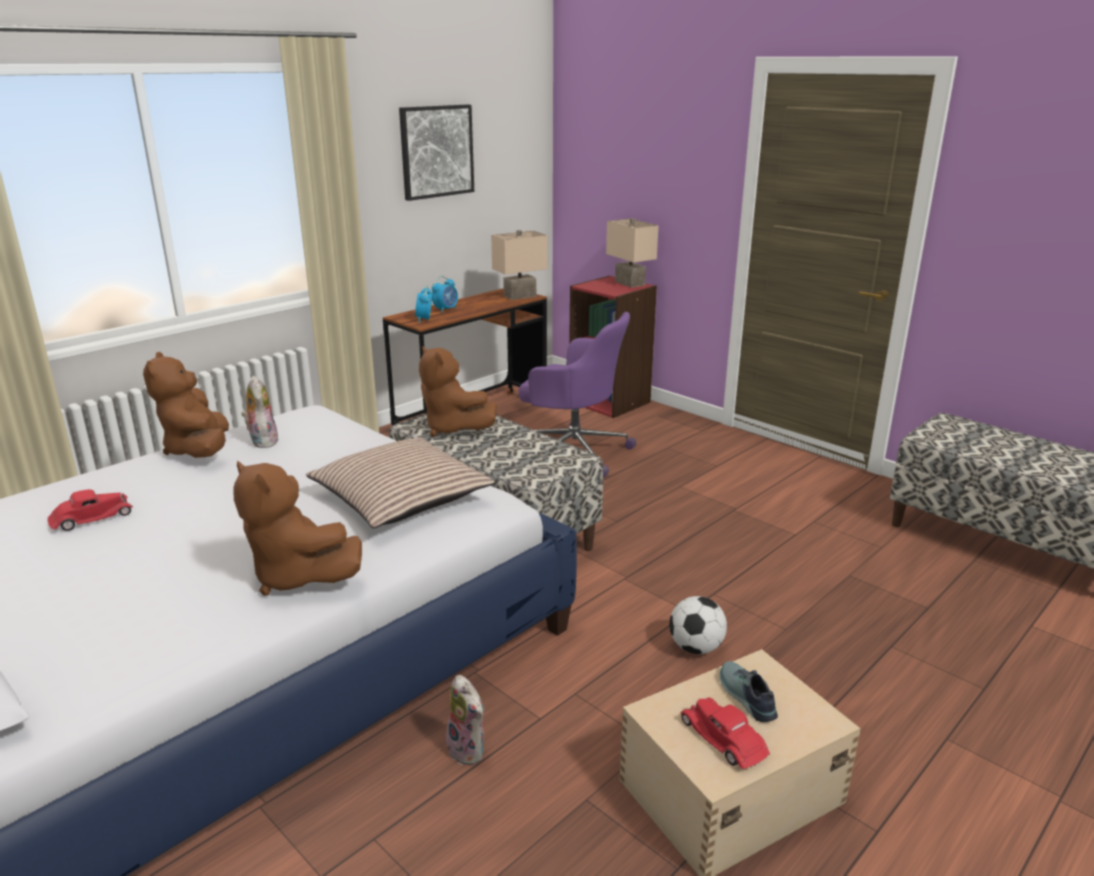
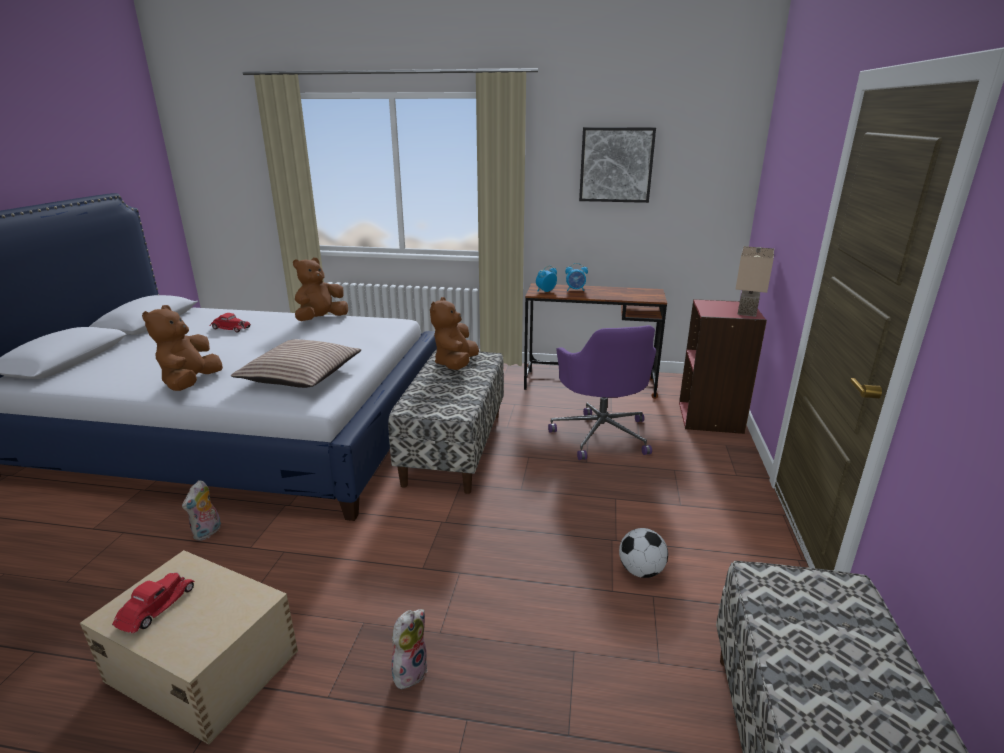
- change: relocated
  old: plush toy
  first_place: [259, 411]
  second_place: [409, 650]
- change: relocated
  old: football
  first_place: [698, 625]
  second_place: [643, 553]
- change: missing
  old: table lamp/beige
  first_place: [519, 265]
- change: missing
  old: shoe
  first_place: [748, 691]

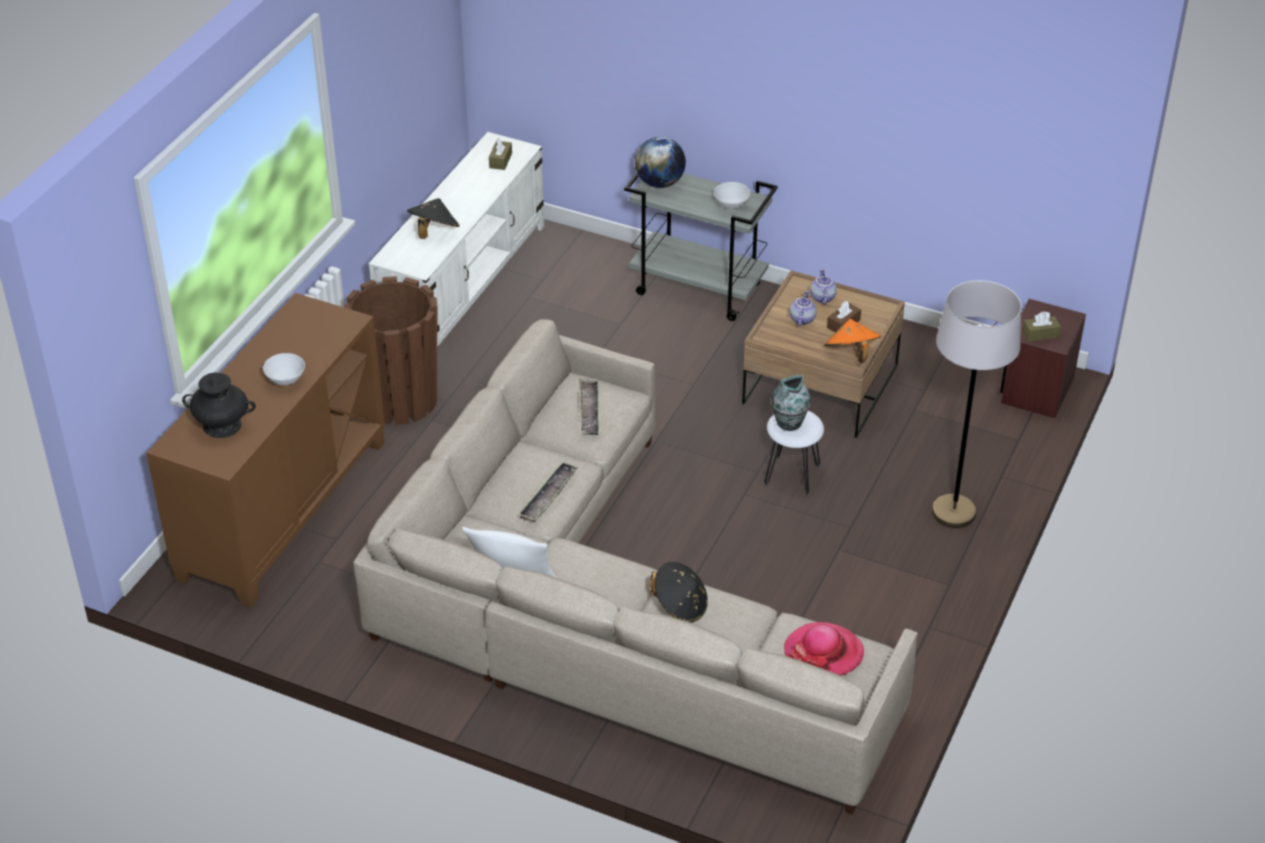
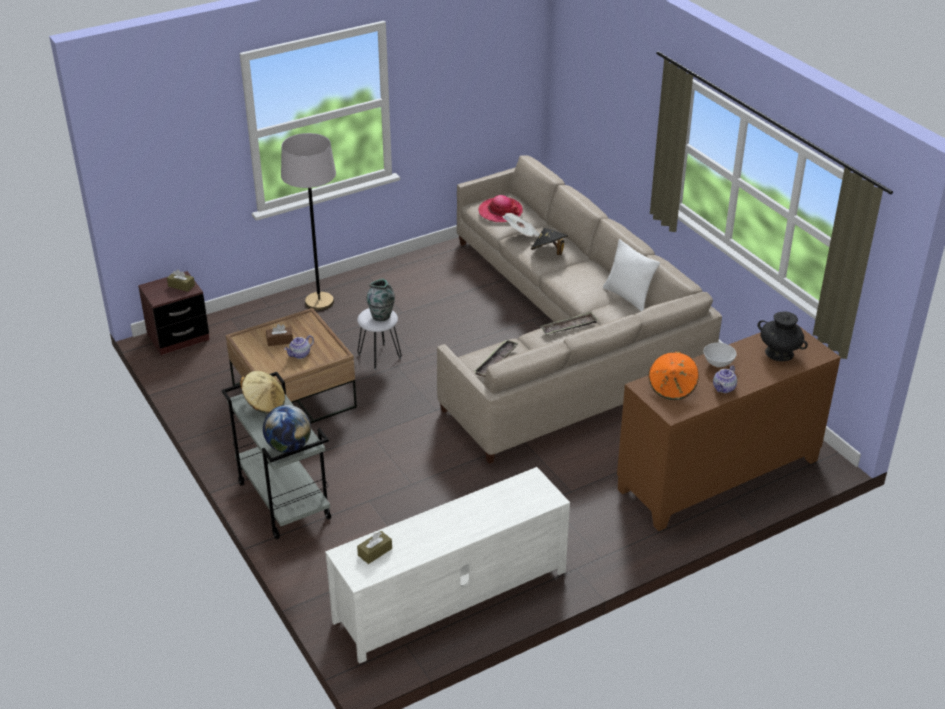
- change: exchanged
  old: bowl/white
  new: hat/beige
  first_place: [732, 196]
  second_place: [262, 392]
- change: appeared
  new: newspaper
  second_place: [521, 225]
- change: relocated
  old: hat/orange
  first_place: [853, 341]
  second_place: [674, 375]
- change: relocated
  old: teapot
  first_place: [823, 287]
  second_place: [725, 379]
- change: missing
  old: planter/brown
  first_place: [390, 350]
- change: missing
  old: hat/black
  first_place: [433, 218]

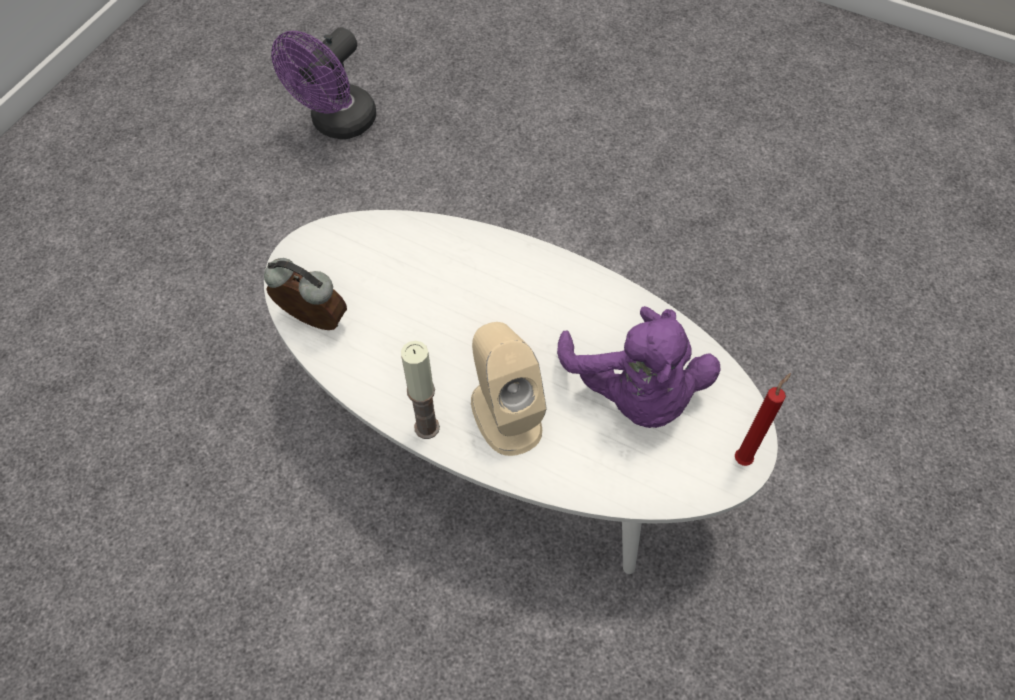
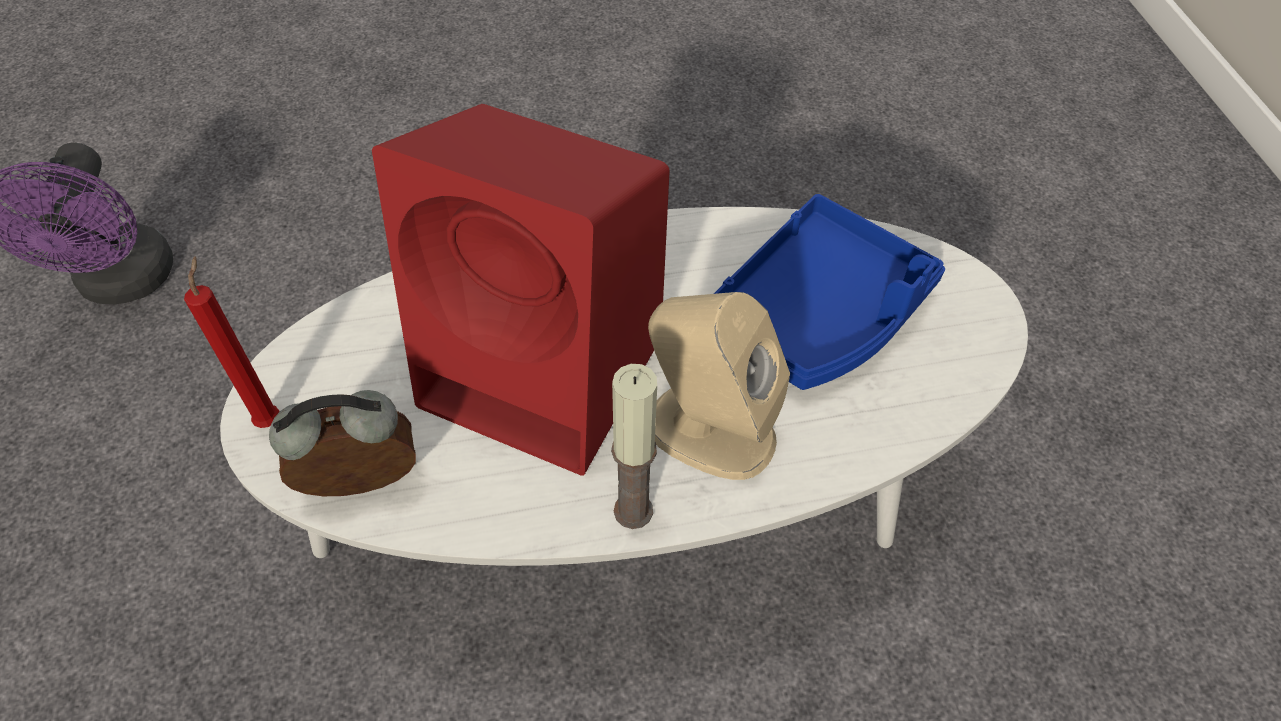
- change: relocated
  old: candle/red
  first_place: [763, 419]
  second_place: [232, 342]
- change: appeared
  new: speaker/red
  second_place: [521, 290]
- change: exchanged
  old: plush toy/purple
  new: tray/blue
  first_place: [638, 367]
  second_place: [829, 292]

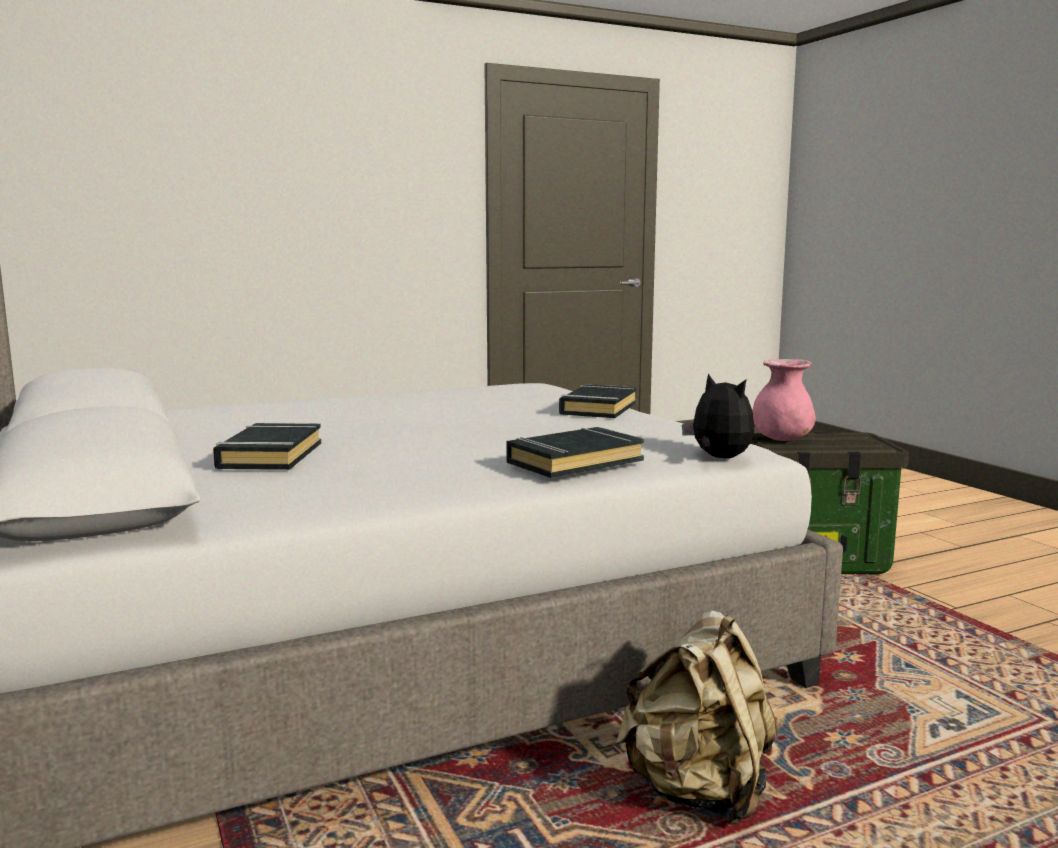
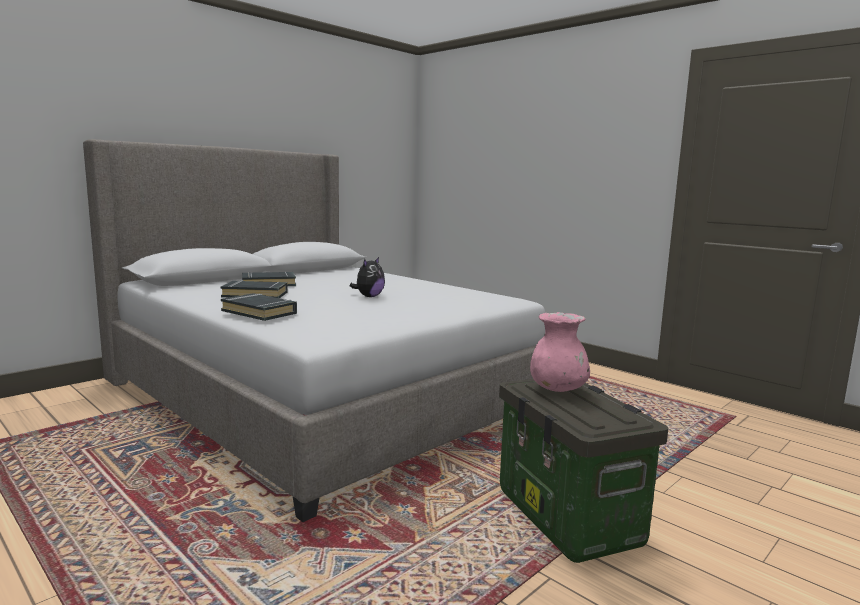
- change: relocated
  old: book/black
  first_place: [598, 401]
  second_place: [254, 289]
- change: relocated
  old: plush toy
  first_place: [718, 415]
  second_place: [367, 277]
- change: missing
  old: backpack/beige
  first_place: [696, 717]

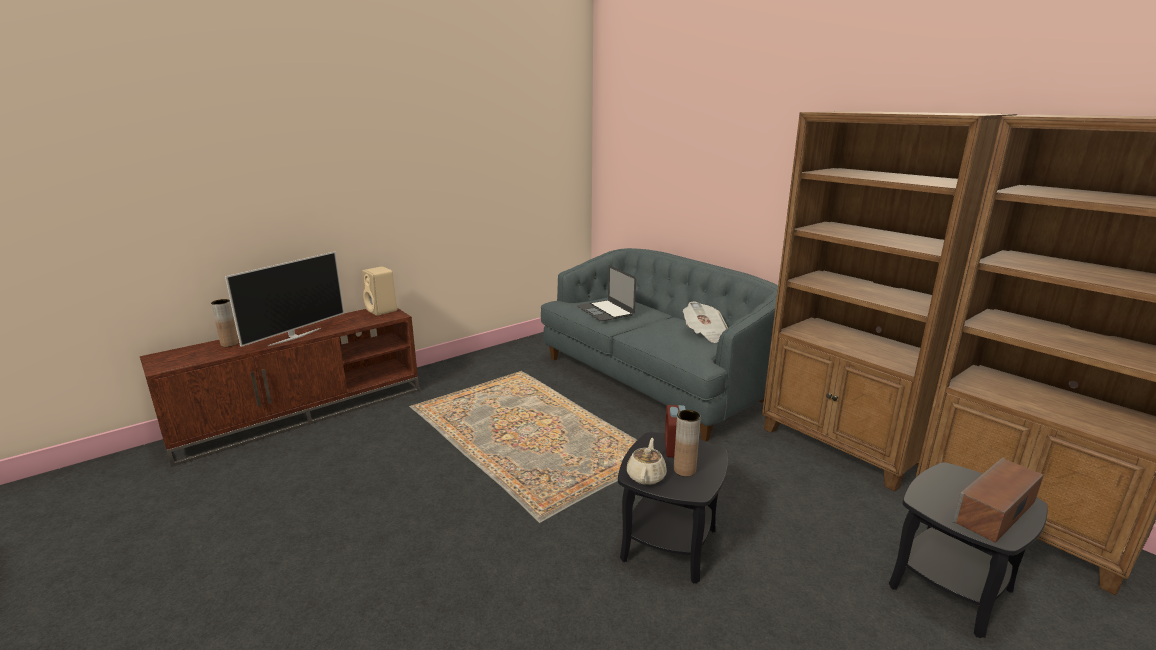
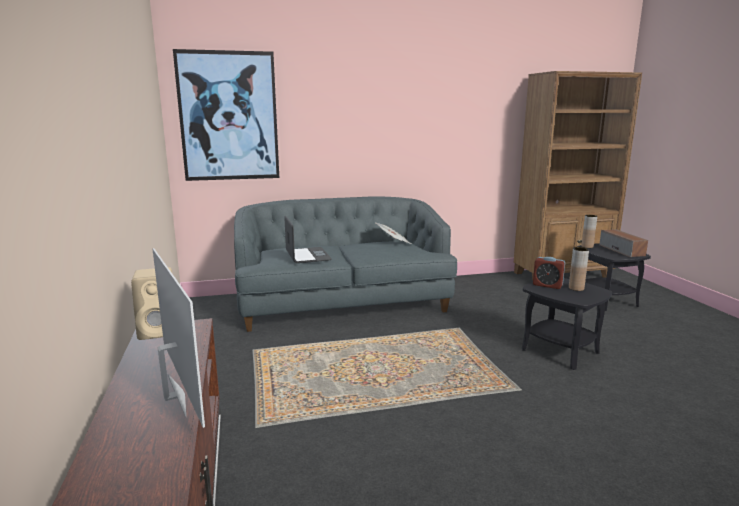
- change: appeared
  new: picture
  second_place: [226, 115]
- change: spun
  old: laptop
  first_place: [606, 293]
  second_place: [308, 239]
  degrees: -105
- change: relocated
  old: vase/brown
  first_place: [225, 323]
  second_place: [589, 231]
- change: missing
  old: teapot/beige
  first_place: [647, 461]
- change: missing
  old: bookcase/brown
  first_place: [889, 301]

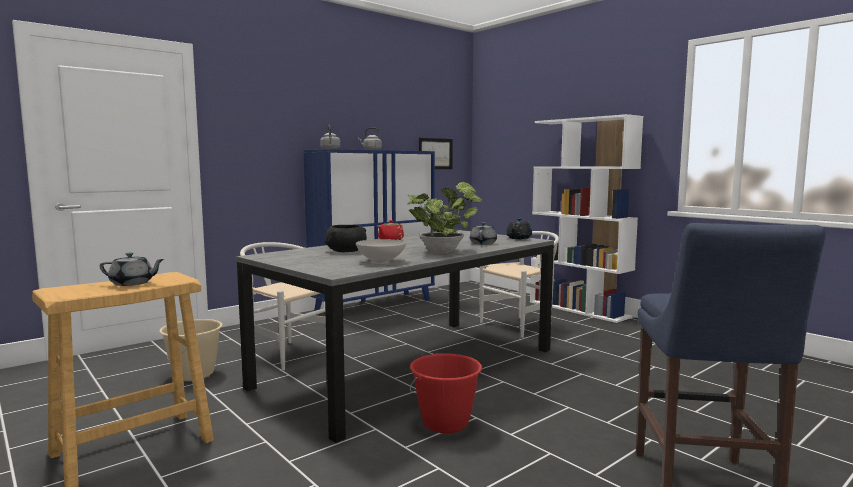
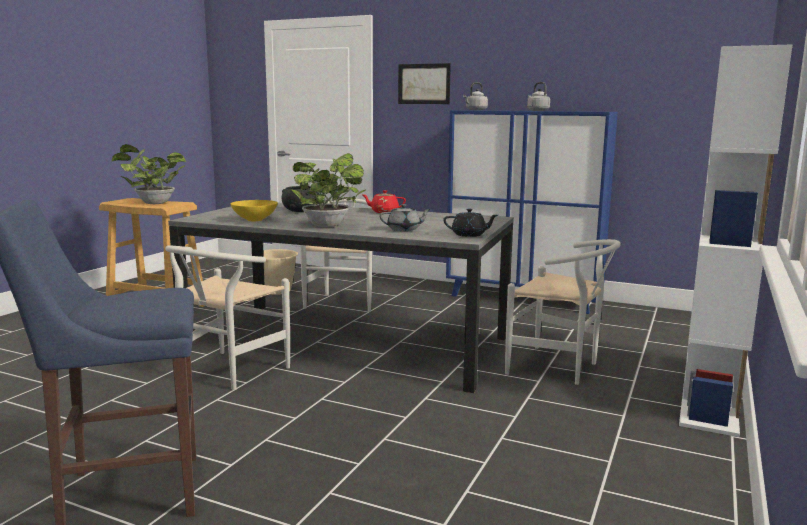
- change: exchanged
  old: teapot/grey
  new: potted plant
  first_place: [132, 269]
  second_place: [149, 174]
- change: exchanged
  old: bucket/red
  new: chair/white
  first_place: [446, 393]
  second_place: [227, 317]
- change: colour
  old: bowl/white
  new: bowl/yellow
  first_place: [381, 251]
  second_place: [254, 210]
- change: relocated
  old: picture
  first_place: [436, 153]
  second_place: [424, 83]

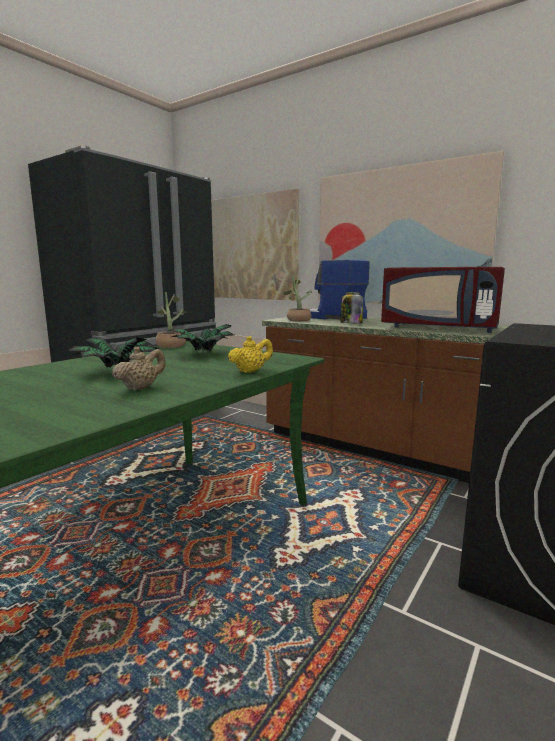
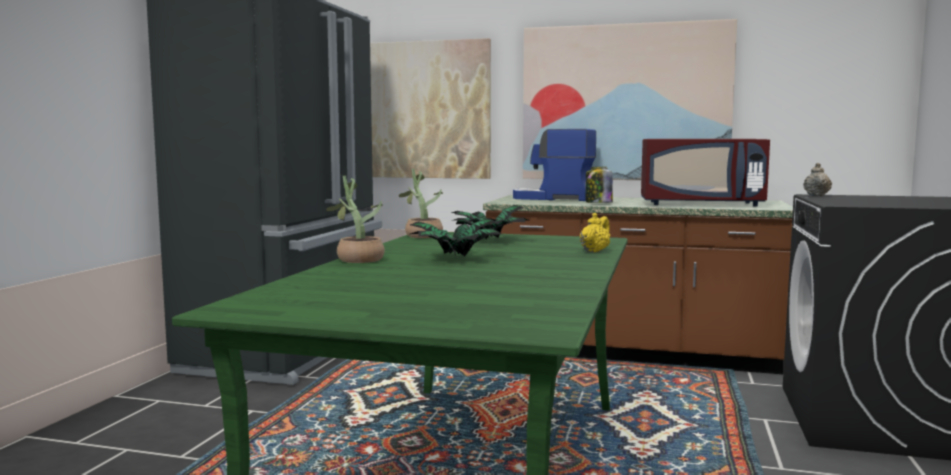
- change: relocated
  old: potted plant
  first_place: [297, 298]
  second_place: [355, 219]
- change: relocated
  old: teapot/beige
  first_place: [139, 369]
  second_place: [817, 179]

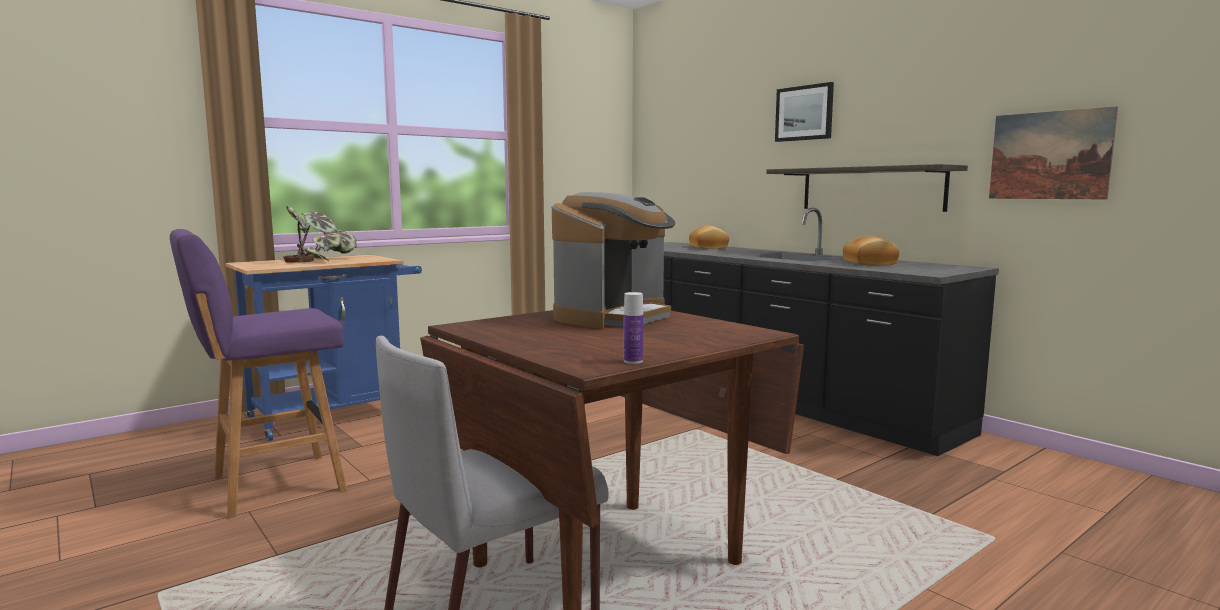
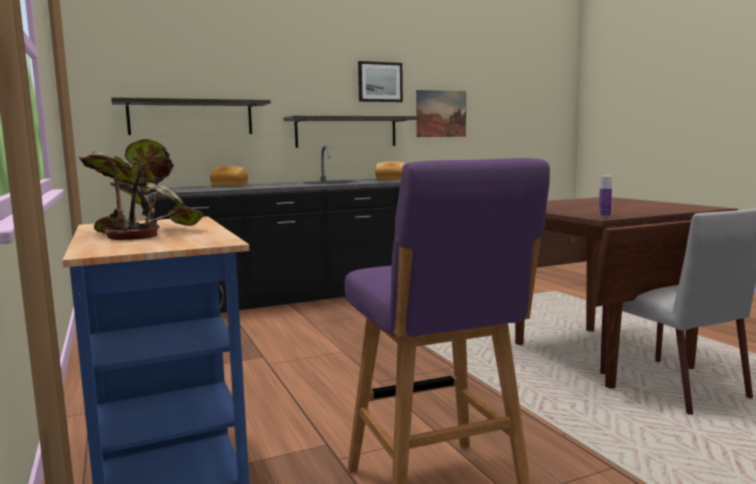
- change: appeared
  new: shelf
  second_place: [191, 116]
- change: relocated
  old: picture
  first_place: [804, 112]
  second_place: [380, 81]
- change: relocated
  old: bottle
  first_place: [633, 328]
  second_place: [605, 196]
- change: missing
  old: coffee machine
  first_place: [613, 260]

